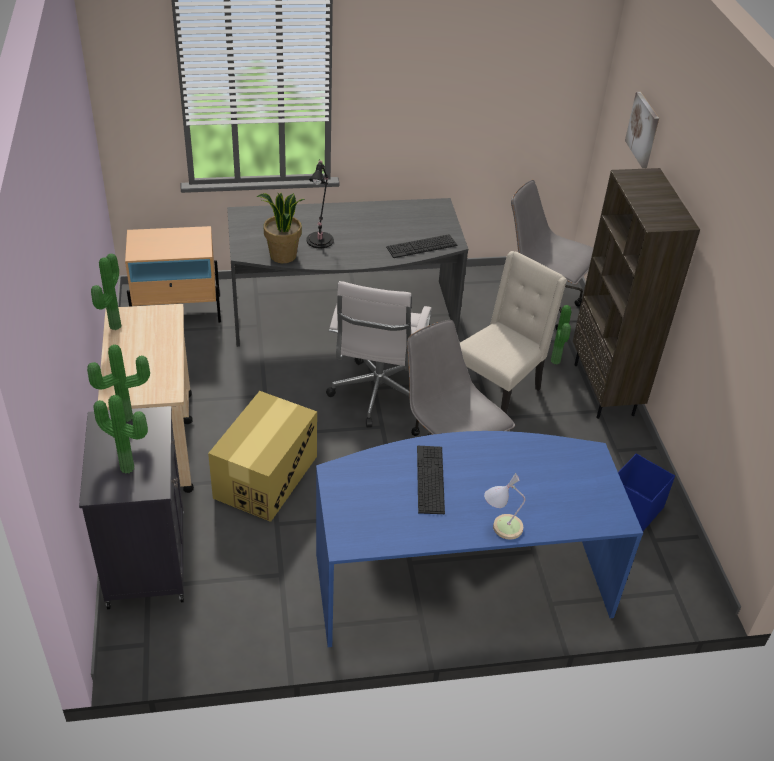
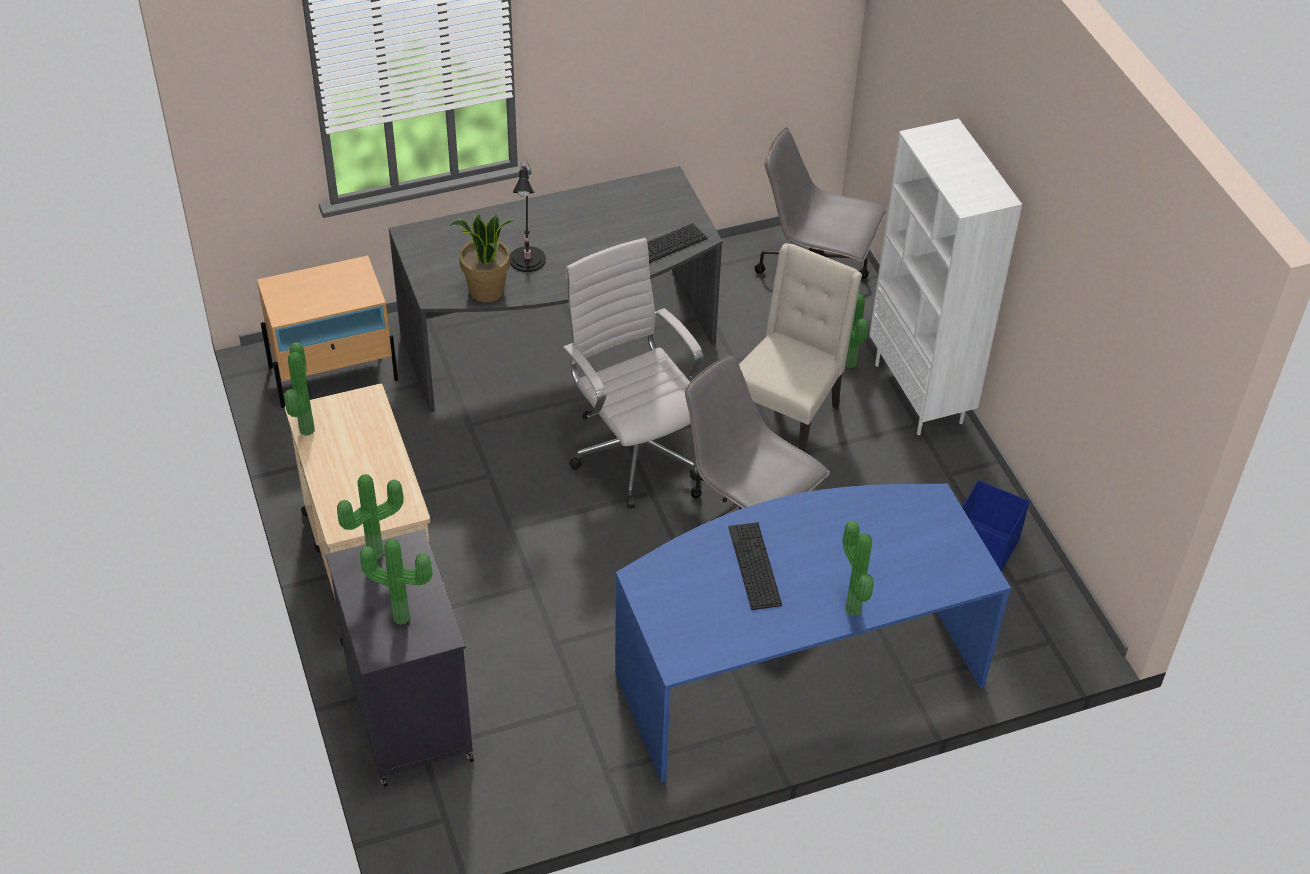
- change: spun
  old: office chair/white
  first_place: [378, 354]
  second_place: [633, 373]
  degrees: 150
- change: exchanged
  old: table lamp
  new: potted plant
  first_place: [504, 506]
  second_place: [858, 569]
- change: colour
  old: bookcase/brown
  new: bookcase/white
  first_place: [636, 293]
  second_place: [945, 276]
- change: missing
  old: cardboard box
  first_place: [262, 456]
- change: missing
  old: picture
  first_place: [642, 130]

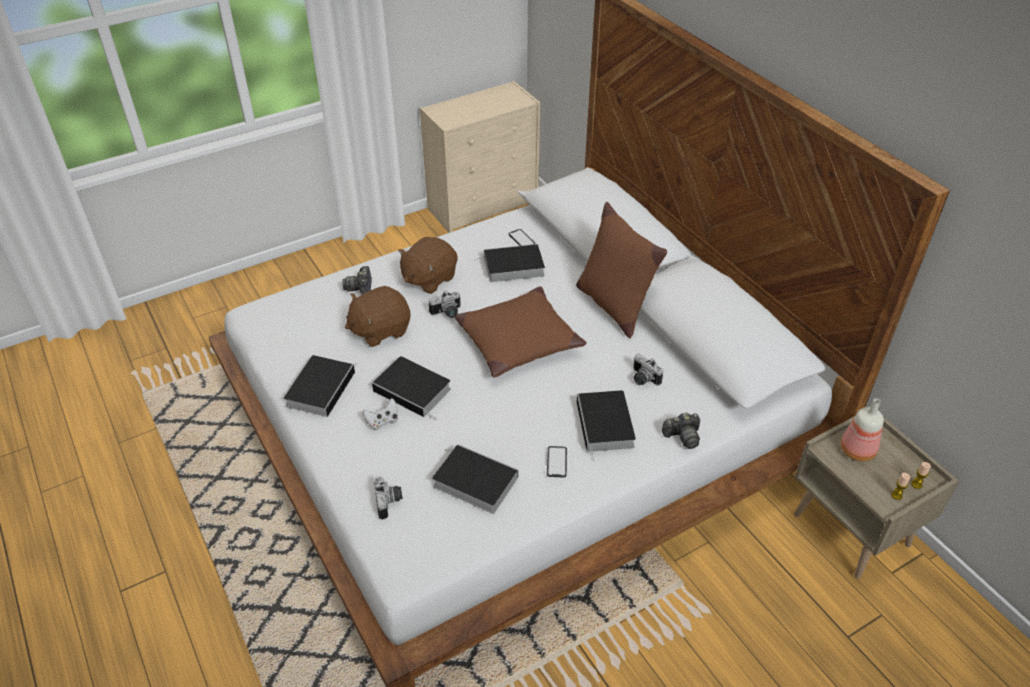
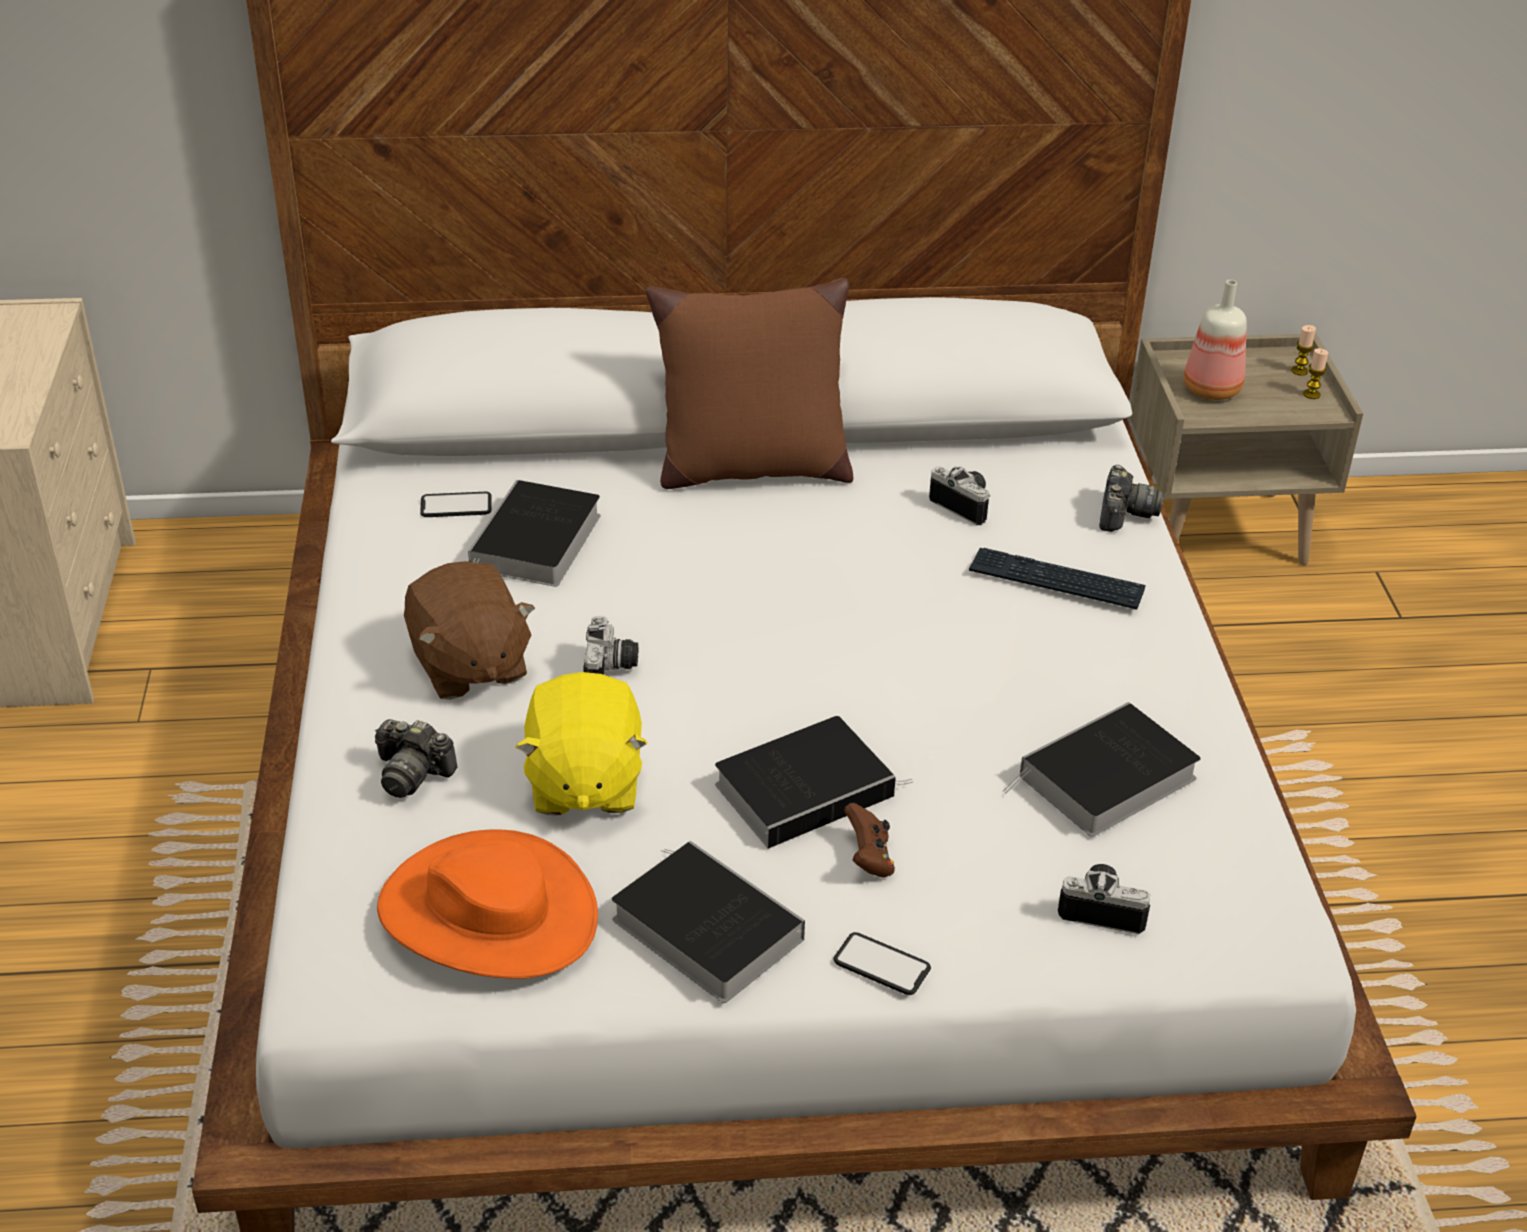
- change: appeared
  new: hat/orange
  second_place: [487, 904]
- change: colour
  old: plush toy/brown
  new: plush toy/yellow
  first_place: [378, 316]
  second_place: [581, 743]
- change: relocated
  old: phone
  first_place: [557, 462]
  second_place: [882, 963]
- change: colour
  old: game controller/white
  new: game controller/brown
  first_place: [380, 414]
  second_place: [869, 840]
- change: spun
  old: photo camera
  first_place: [648, 369]
  second_place: [959, 495]
  degrees: -120
- change: exchanged
  old: book
  new: keyboard
  first_place: [606, 426]
  second_place: [1057, 579]
- change: missing
  old: pillow/brown
  first_place: [521, 331]

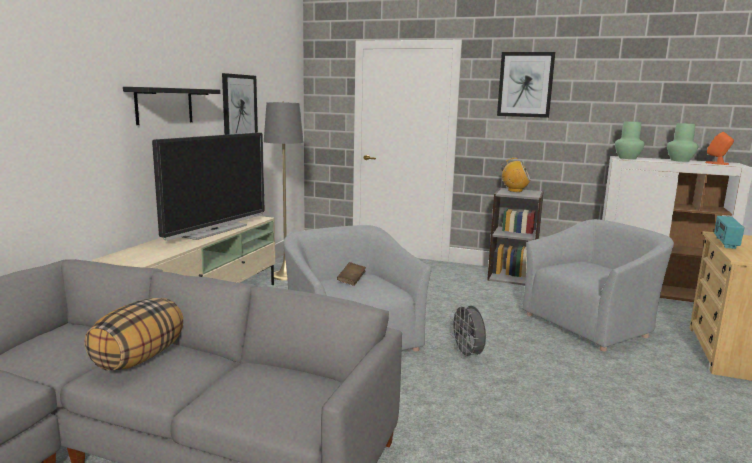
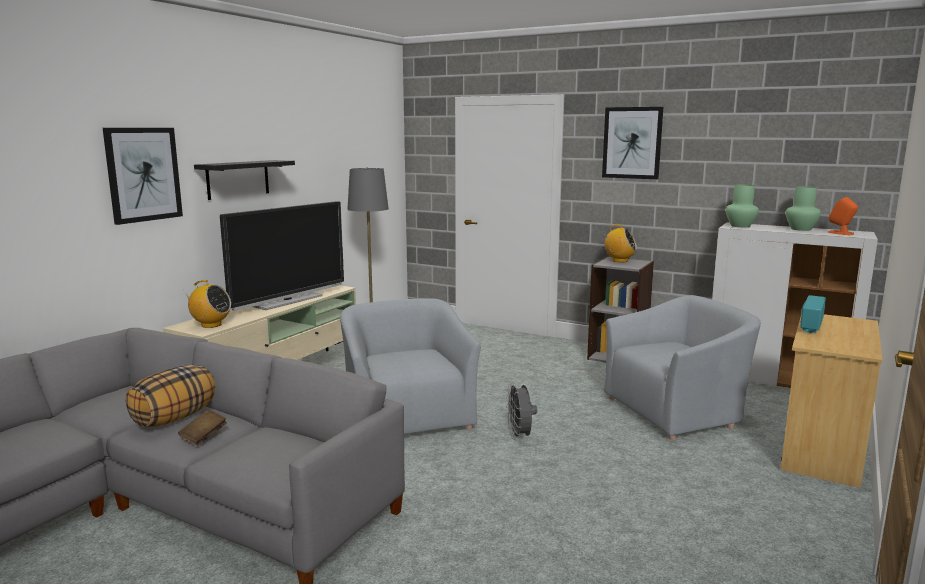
- change: relocated
  old: picture
  first_place: [240, 104]
  second_place: [143, 176]
- change: relocated
  old: book/brown
  first_place: [351, 274]
  second_place: [202, 427]
- change: appeared
  new: radio
  second_place: [207, 304]

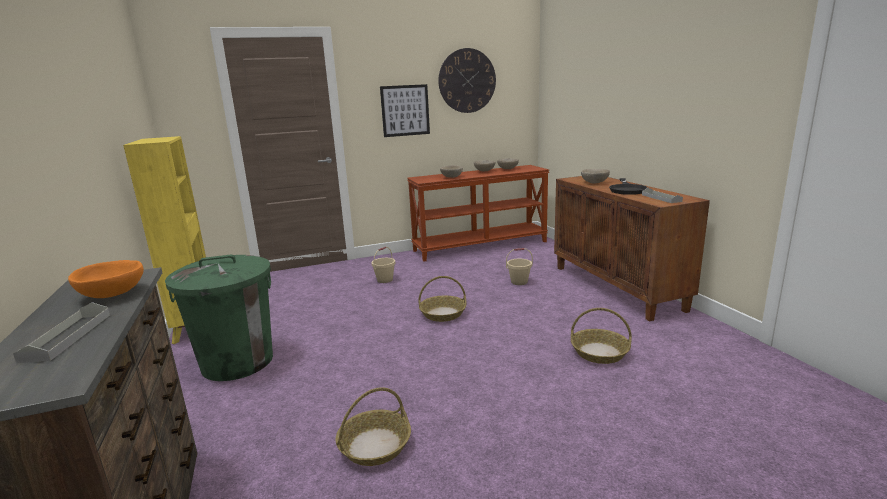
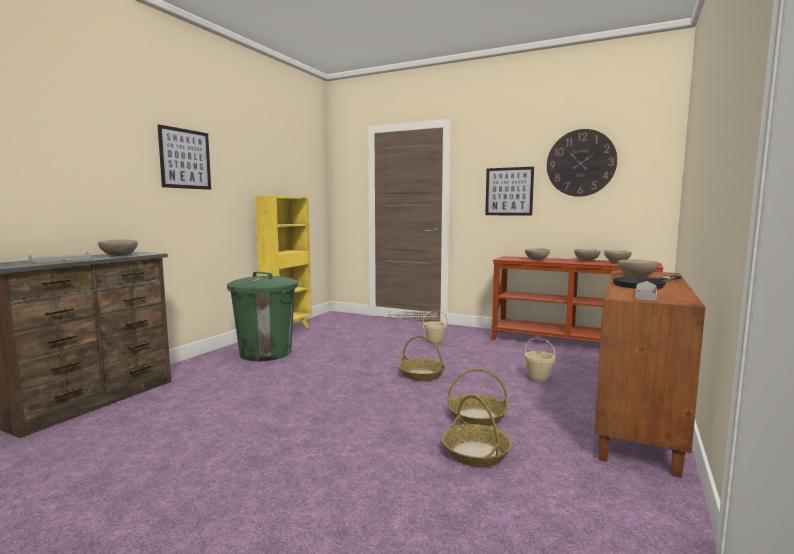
- change: colour
  old: bowl/orange
  new: bowl/beige
  first_place: [106, 279]
  second_place: [118, 247]
- change: appeared
  new: picture
  second_place: [184, 157]
- change: relocated
  old: basket
  first_place: [373, 426]
  second_place: [478, 397]

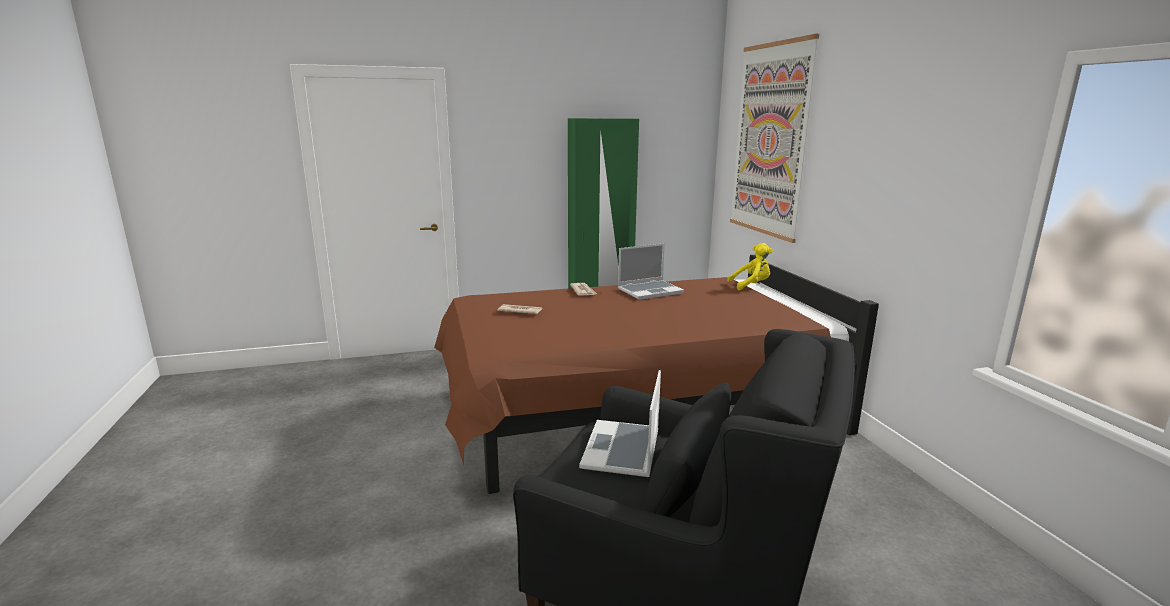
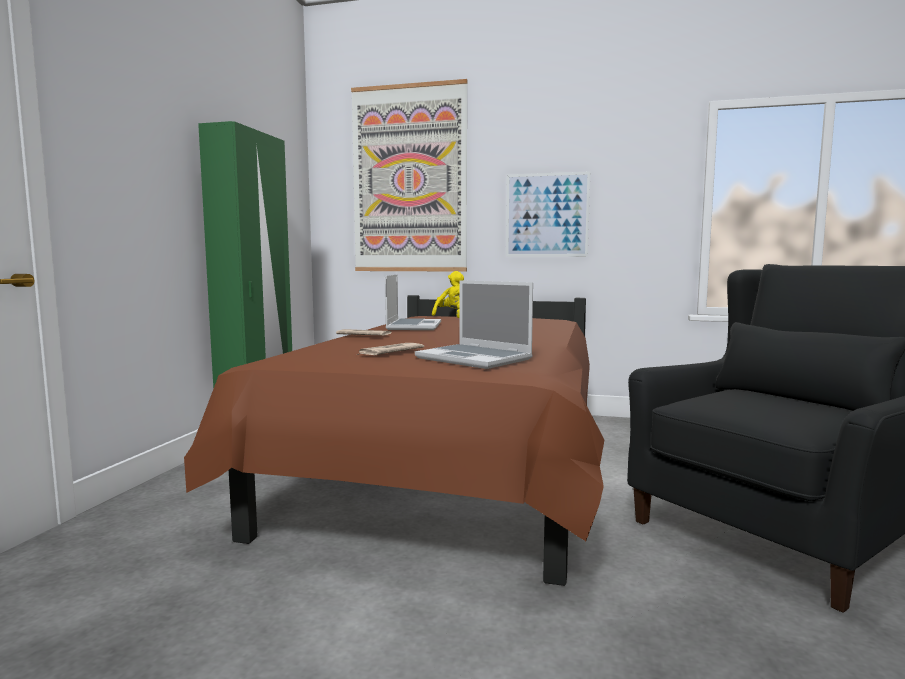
- change: relocated
  old: laptop
  first_place: [620, 423]
  second_place: [474, 324]
- change: appeared
  new: picture
  second_place: [548, 214]

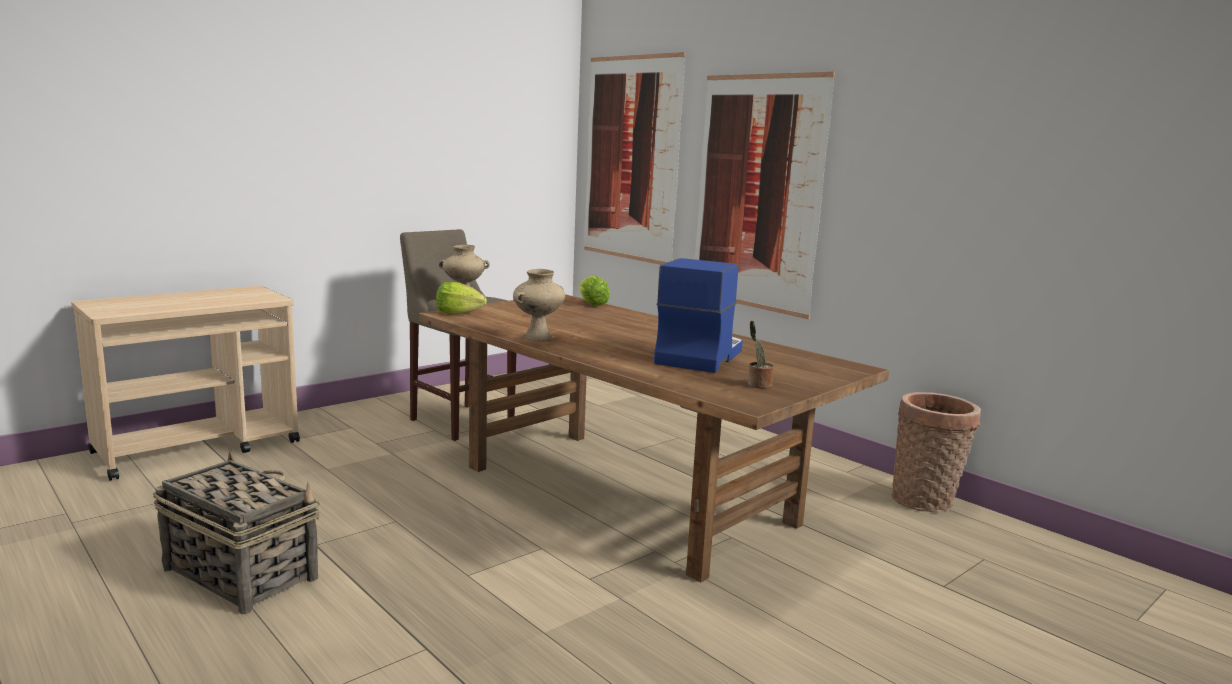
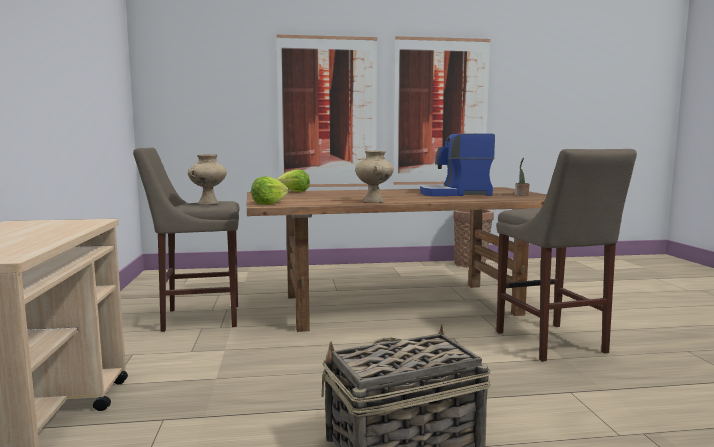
- change: relocated
  old: picture
  first_place: [635, 158]
  second_place: [442, 110]
- change: spun
  old: coffee machine
  first_place: [698, 315]
  second_place: [457, 165]
  degrees: -60
- change: appeared
  new: stool/beige
  second_place: [567, 255]

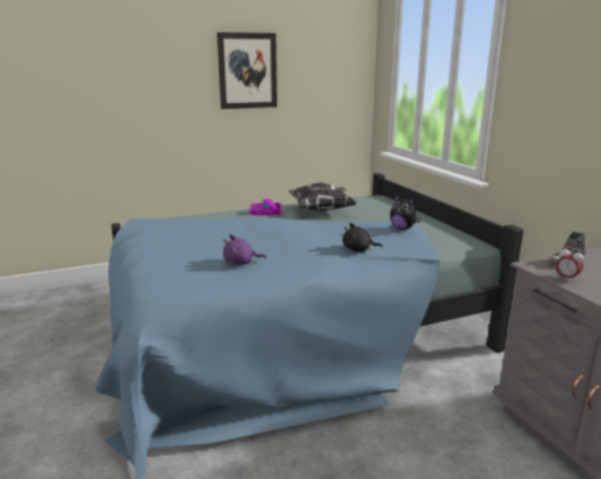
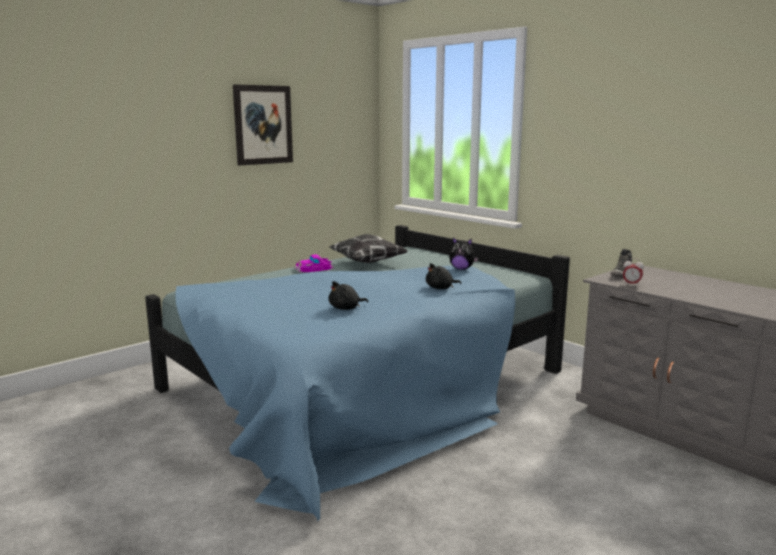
- change: colour
  old: plush toy/purple
  new: plush toy/black
  first_place: [245, 249]
  second_place: [348, 295]

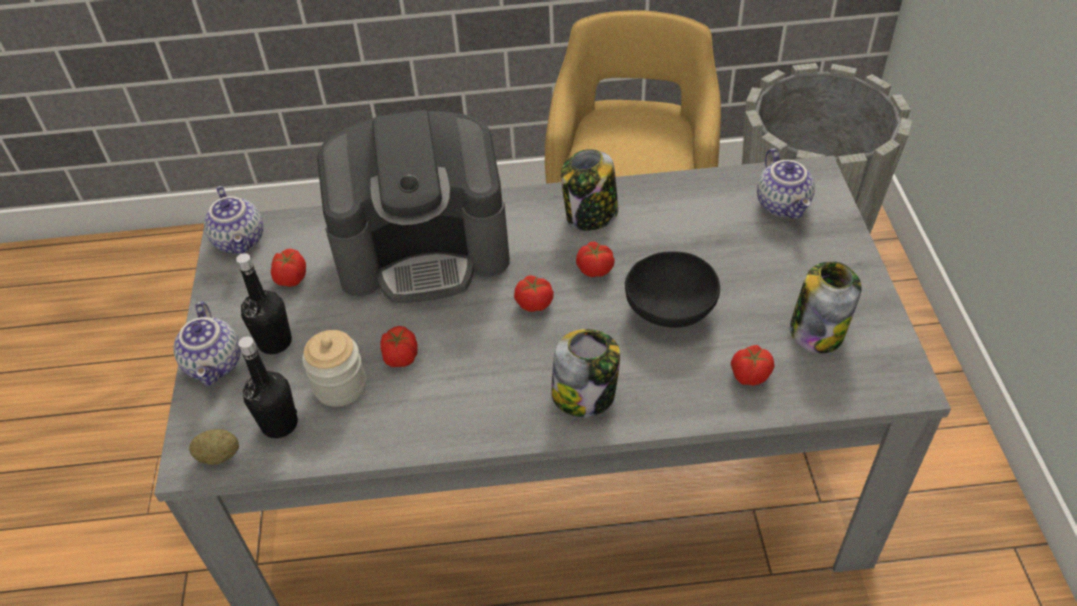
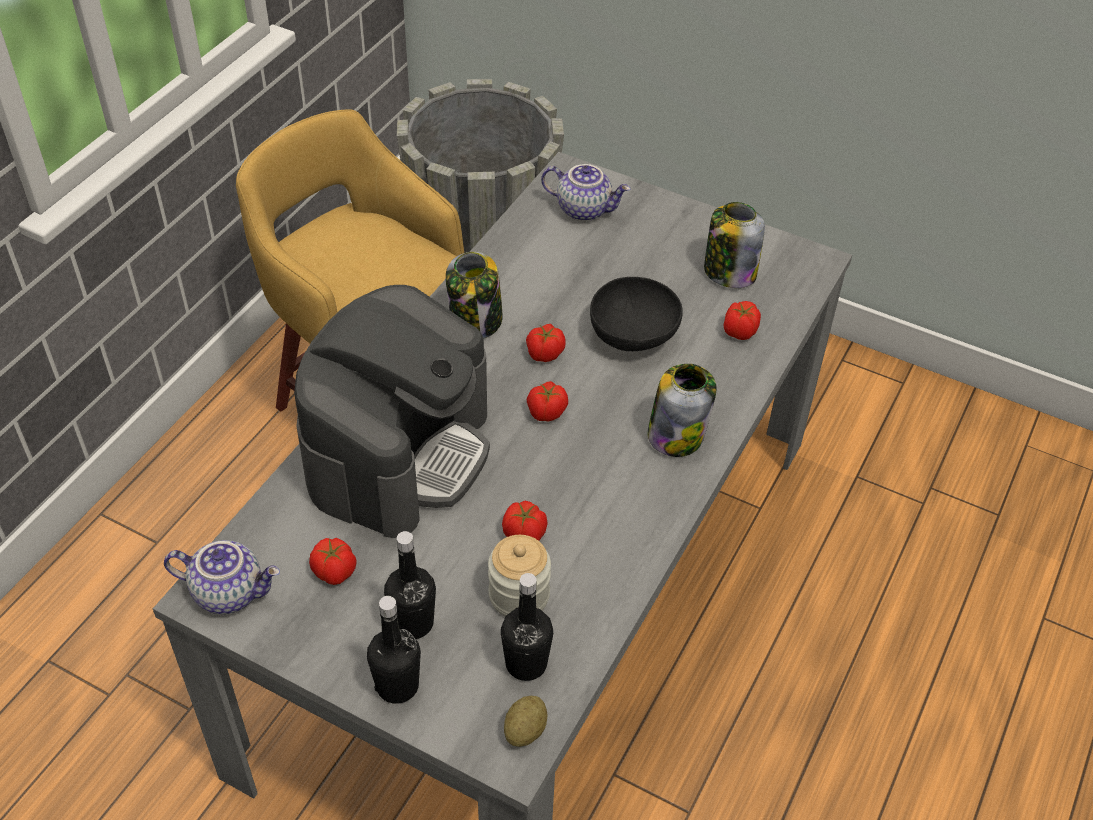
- change: exchanged
  old: teapot
  new: bottle/black
  first_place: [207, 343]
  second_place: [394, 650]

